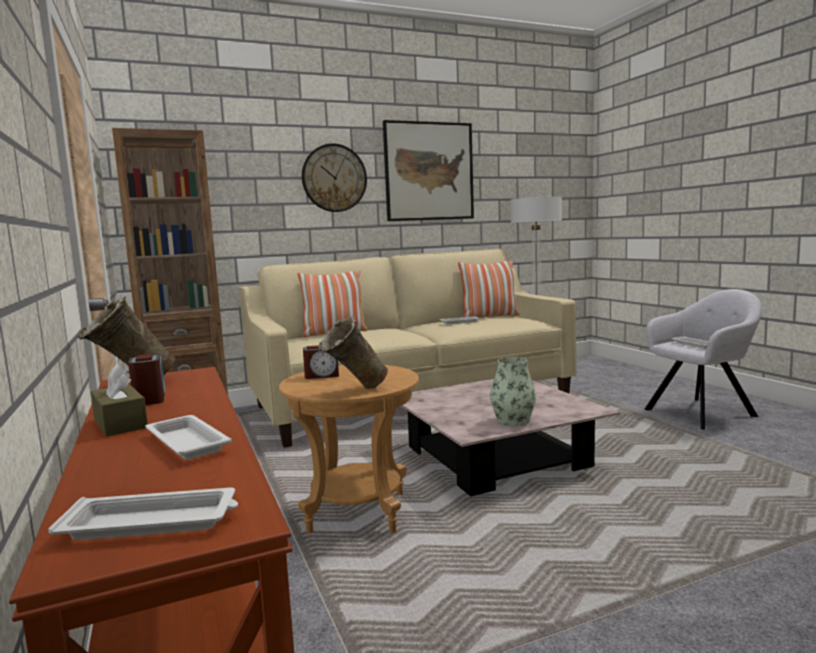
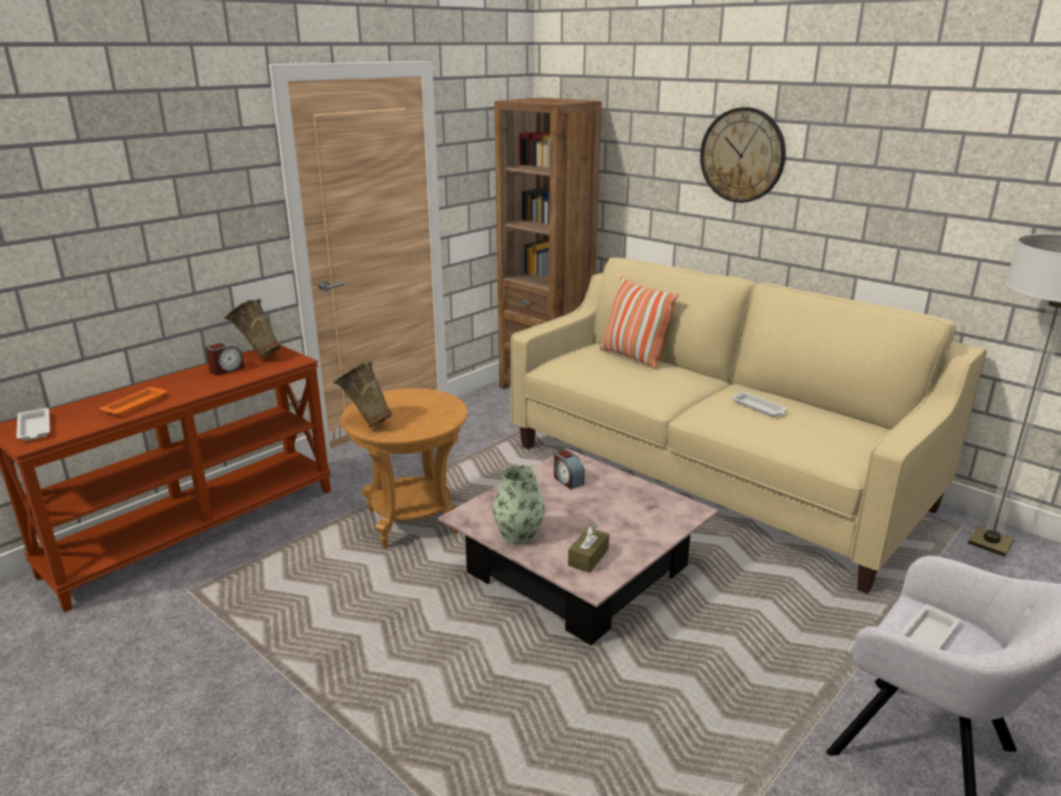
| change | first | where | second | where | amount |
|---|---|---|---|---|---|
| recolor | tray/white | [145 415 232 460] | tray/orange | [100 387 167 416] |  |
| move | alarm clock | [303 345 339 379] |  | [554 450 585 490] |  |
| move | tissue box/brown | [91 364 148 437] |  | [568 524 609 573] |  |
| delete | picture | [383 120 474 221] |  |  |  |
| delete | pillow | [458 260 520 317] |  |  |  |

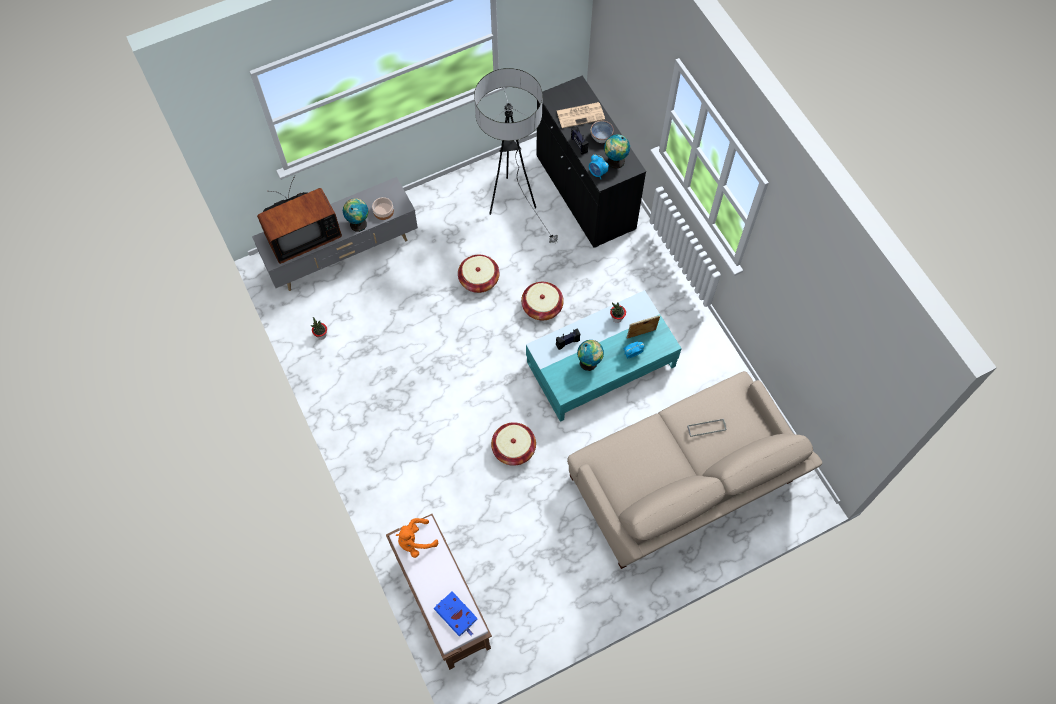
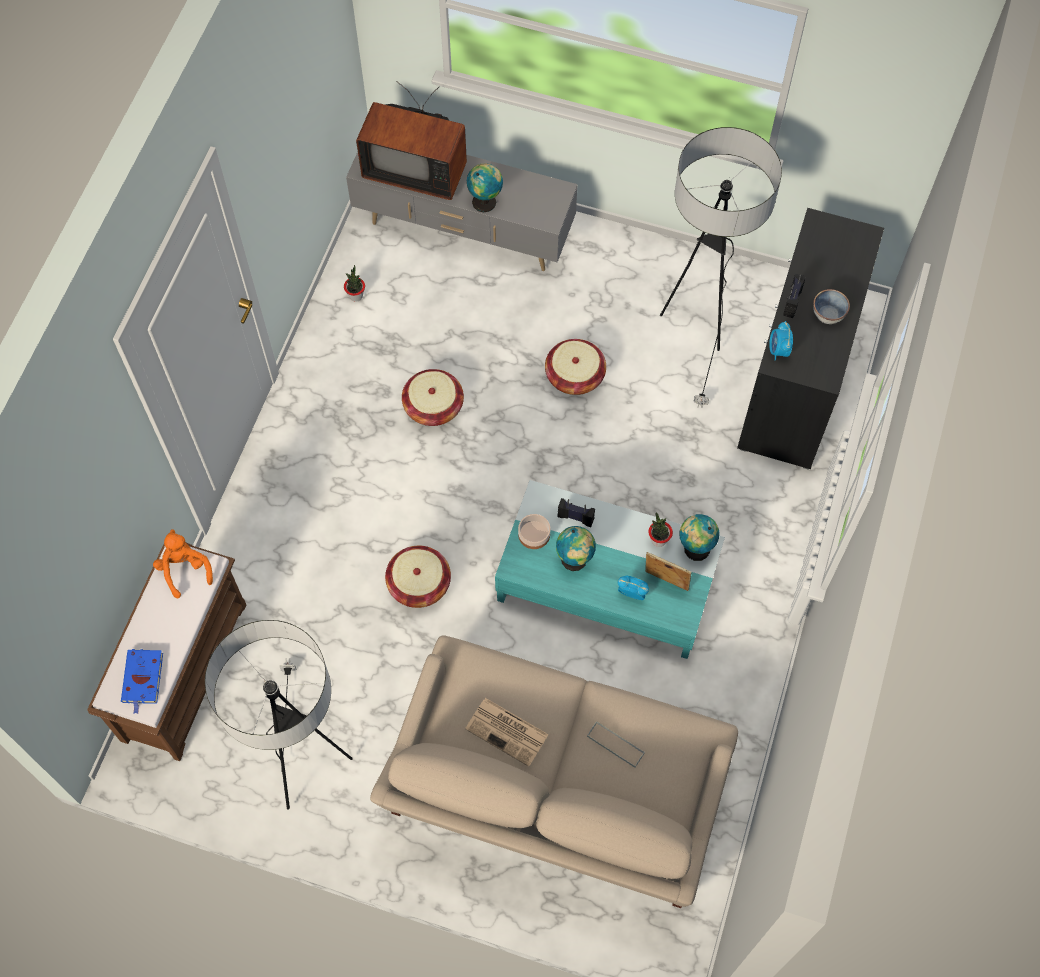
| change | first | where | second | where | amount |
|---|---|---|---|---|---|
| rotate | plush toy/orange | [396 518 439 558] |  | [153 529 213 598] | 45 degrees clockwise |
| insert |  |  | floor lamp | [205 620 353 810] |  |
| move | basket | [521 282 564 320] |  | [402 369 464 426] |  |
| move | newspaper | [557 102 605 128] |  | [465 698 549 767] |  |
| move | bowl | [372 197 394 220] |  | [518 514 550 549] |  |
| move | globe | [604 134 630 169] |  | [679 514 720 561] |  |

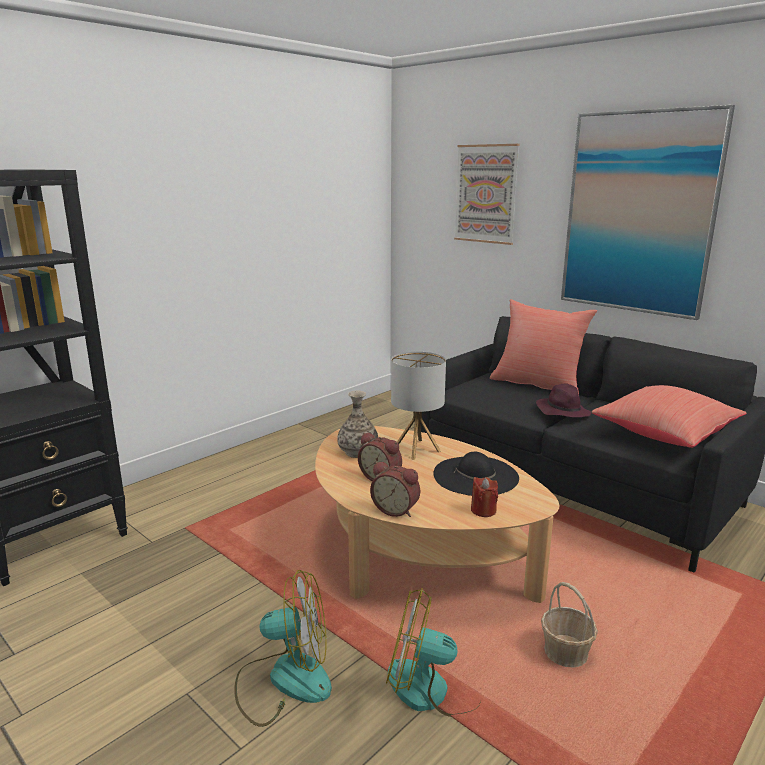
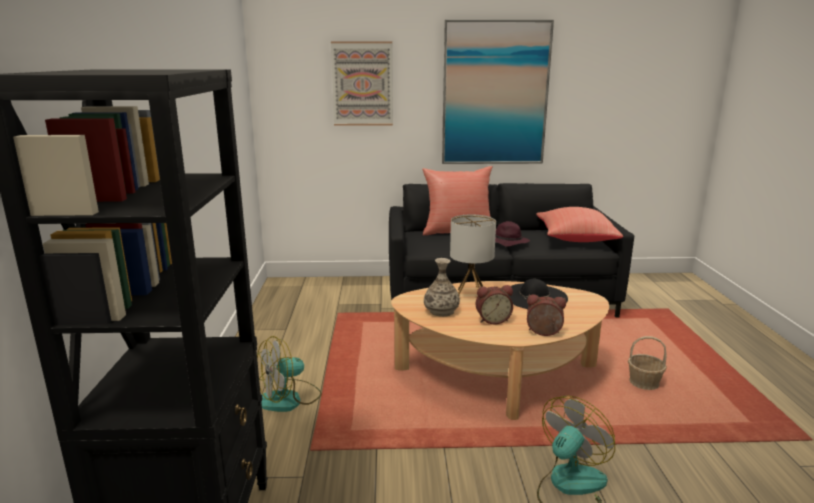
| change | first | where | second | where | amount |
|---|---|---|---|---|---|
| move | fan | [386 588 480 717] |  | [257 336 322 412] |  |
| rotate | alarm clock | [370 462 420 517] |  | [527 294 566 336] | 150 degrees counterclockwise |
| delete | candle/red | [471 477 498 517] |  |  |  |

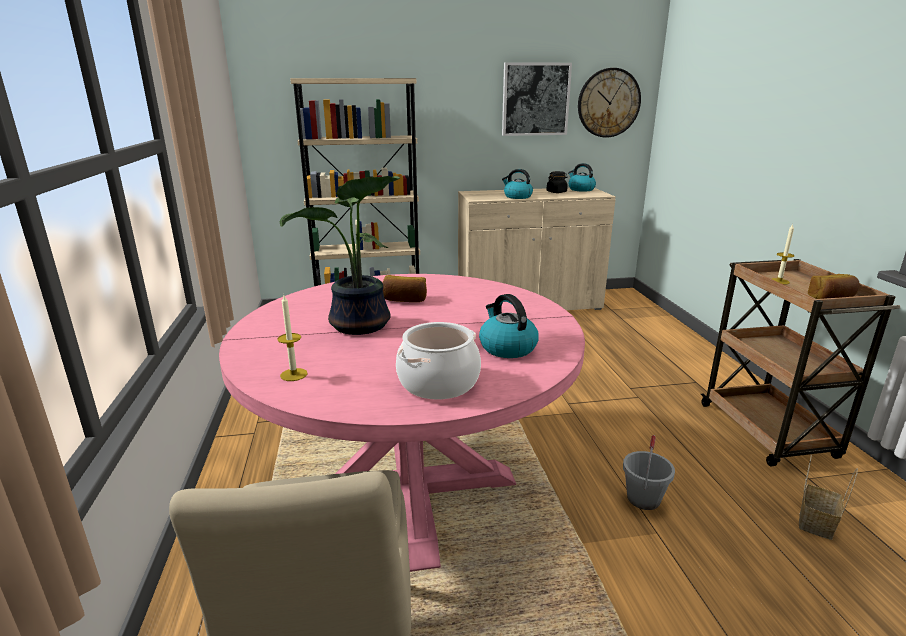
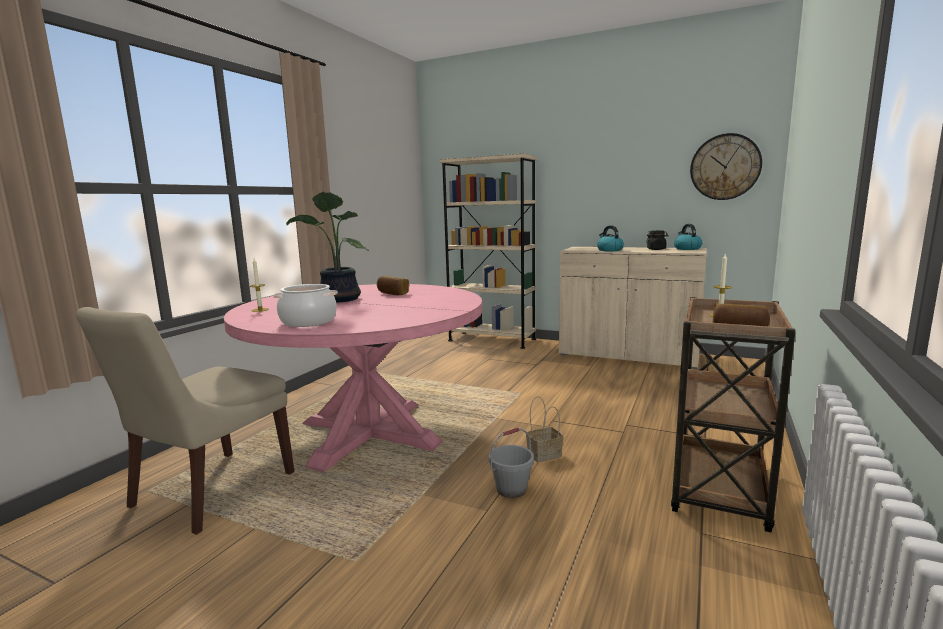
| change | first | where | second | where | amount |
|---|---|---|---|---|---|
| move | basket | [799 455 858 540] |  | [526 396 563 462] |  |
| delete | kettle | [479 294 539 358] |  |  |  |
| delete | picture | [502 62 572 136] |  |  |  |

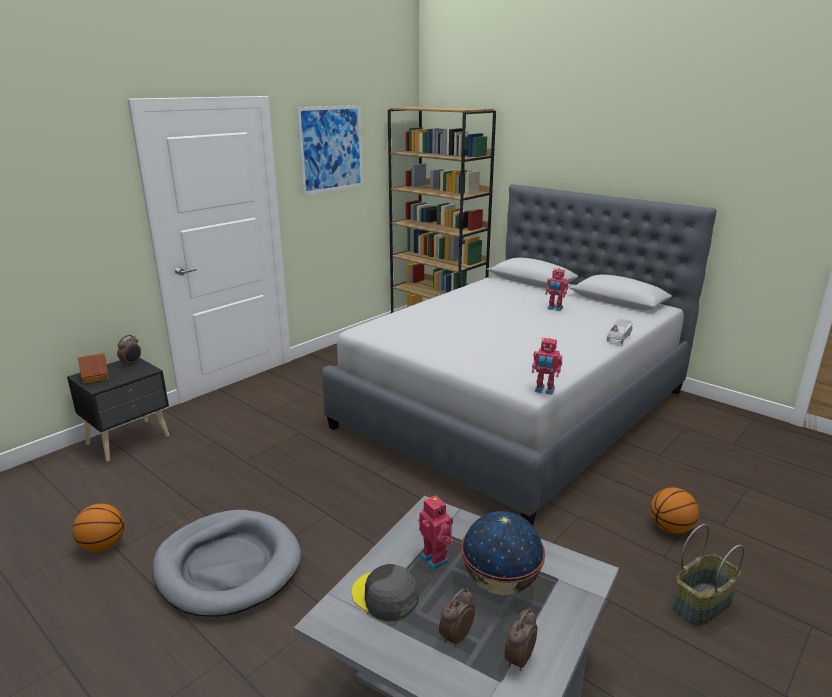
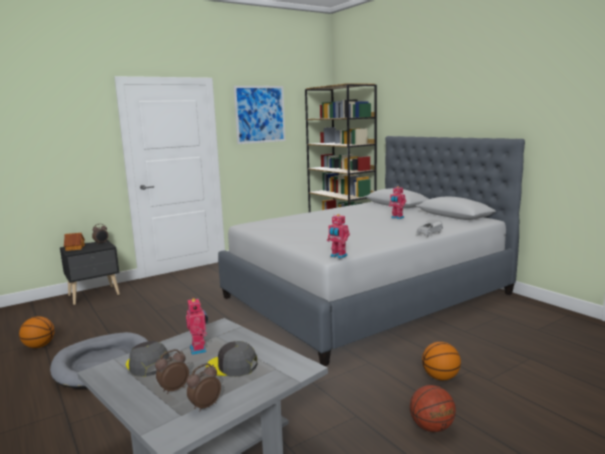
| change | first | where | second | where | amount |
|---|---|---|---|---|---|
| replace | globe | [461 511 545 595] | cap/grey | [206 341 257 377] |  |
| replace | basket | [672 524 744 627] | basketball | [410 385 456 432] |  |

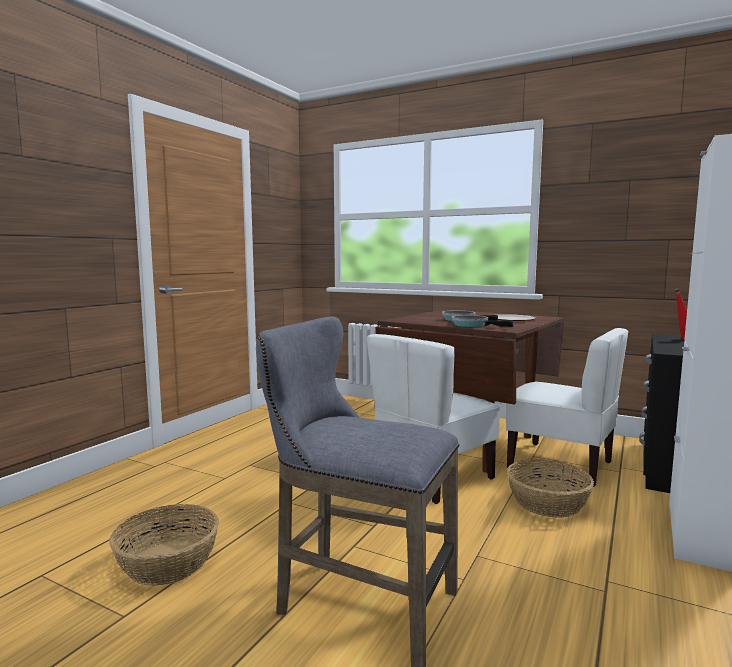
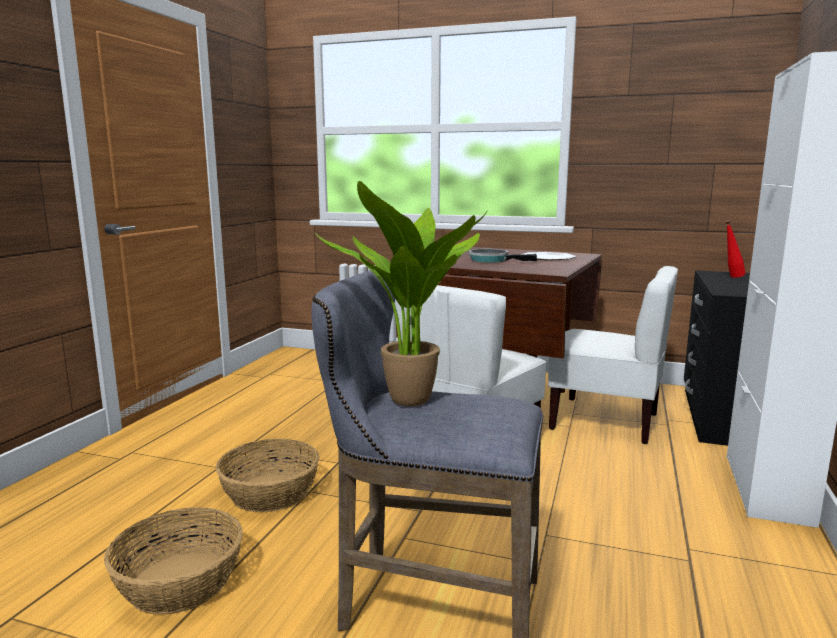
| change | first | where | second | where | amount |
|---|---|---|---|---|---|
| move | basket | [507 459 594 518] |  | [216 438 319 512] |  |
| insert |  |  | potted plant | [315 181 488 406] |  |
| delete | frying pan | [451 315 513 327] |  |  |  |

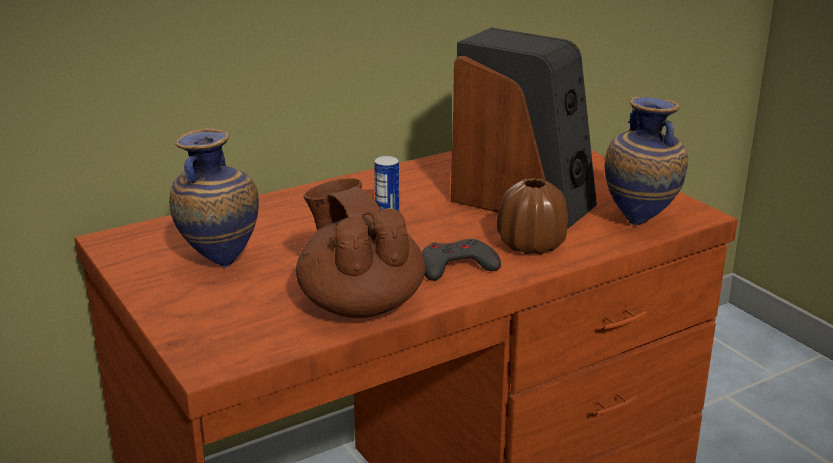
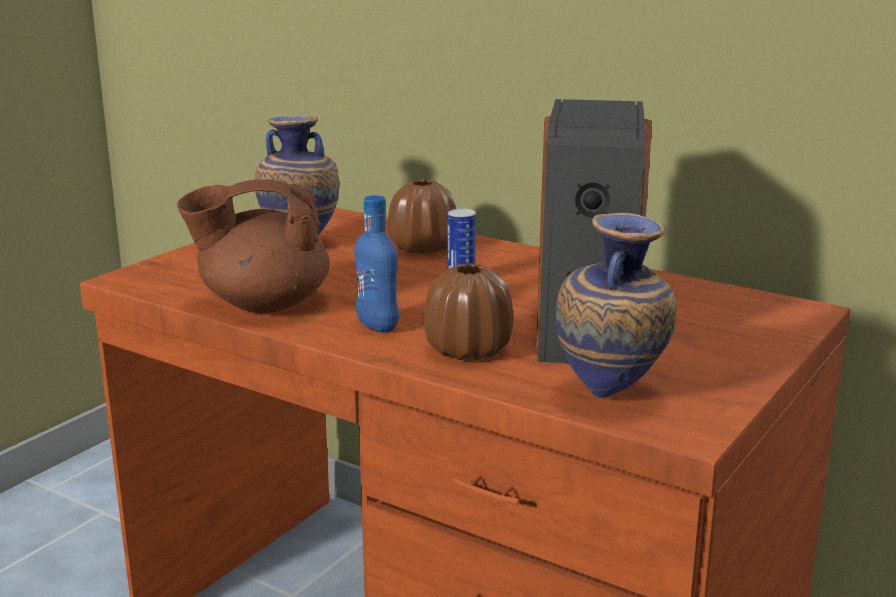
| change | first | where | second | where | amount |
|---|---|---|---|---|---|
| rotate | teapot/brown | [296 178 425 318] |  | [177 179 330 313] | 135 degrees counterclockwise |
| replace | game controller/grey | [422 239 501 281] | bottle/blue | [354 195 399 333] |  |
| insert |  |  | vase/brown | [387 179 456 254] |  |

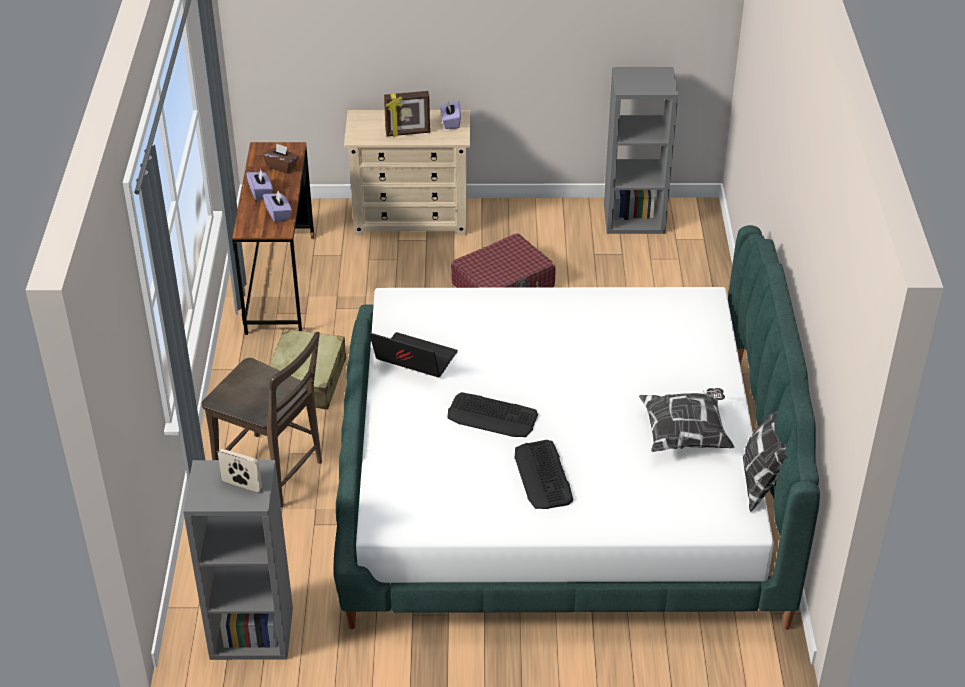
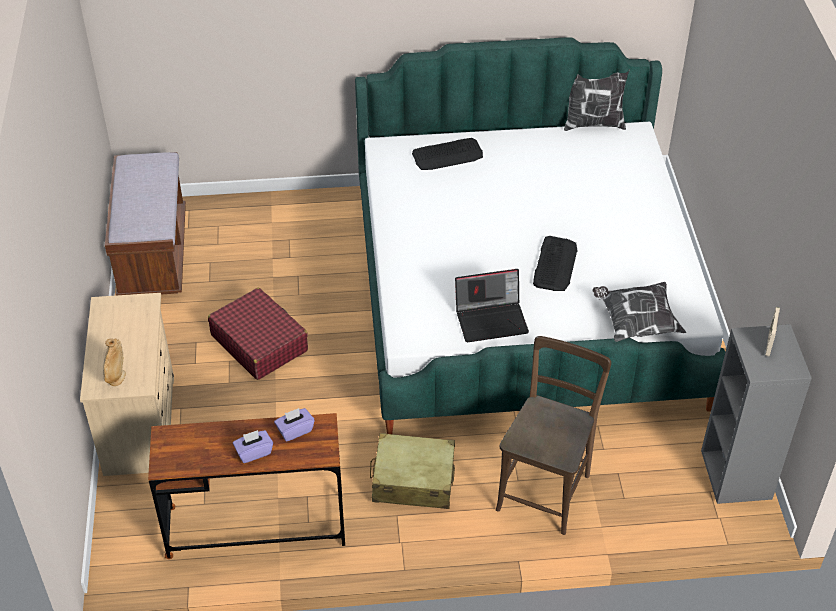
| change | first | where | second | where | amount |
|---|---|---|---|---|---|
| insert |  |  | vase/beige | [103 338 126 386] |  |
| replace | bookcase/grey | [604 67 678 234] | bench/brown | [105 152 186 295] |  |
| move | keyboard | [515 440 573 509] |  | [412 138 483 170] |  |
| rotate | laptop | [369 332 458 377] |  | [455 269 529 342] | 120 degrees counterclockwise |
| move | pillow | [639 388 734 452] |  | [592 282 686 342] |  |
| delete | tissue box/brown | [263 143 298 173] |  |  |  |
| delete | picture frame | [384 91 430 137] |  |  |  |
| delete | tissue box/purple | [441 101 461 129] |  |  |  |

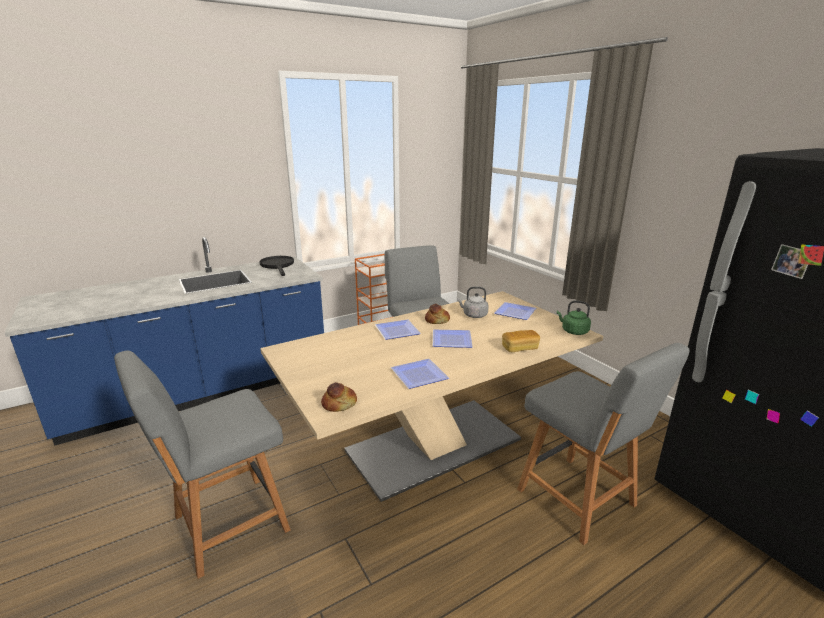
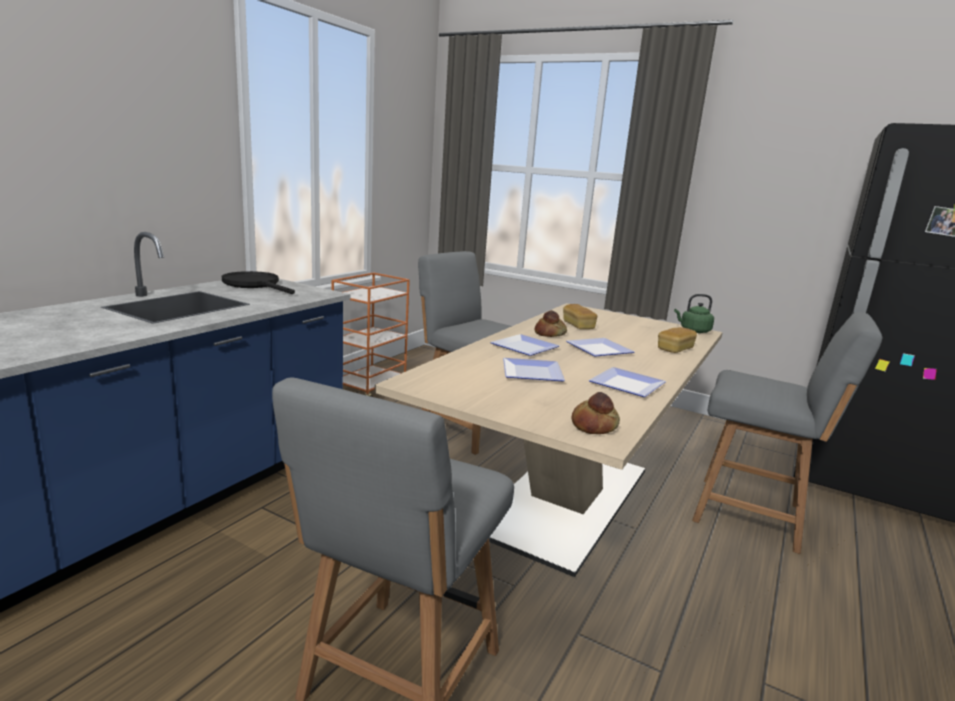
| change | first | where | second | where | amount |
|---|---|---|---|---|---|
| move | plate | [494 302 536 320] |  | [503 358 565 381] |  |
| replace | kettle/grey | [457 287 489 318] | bread | [563 304 597 329] |  |

